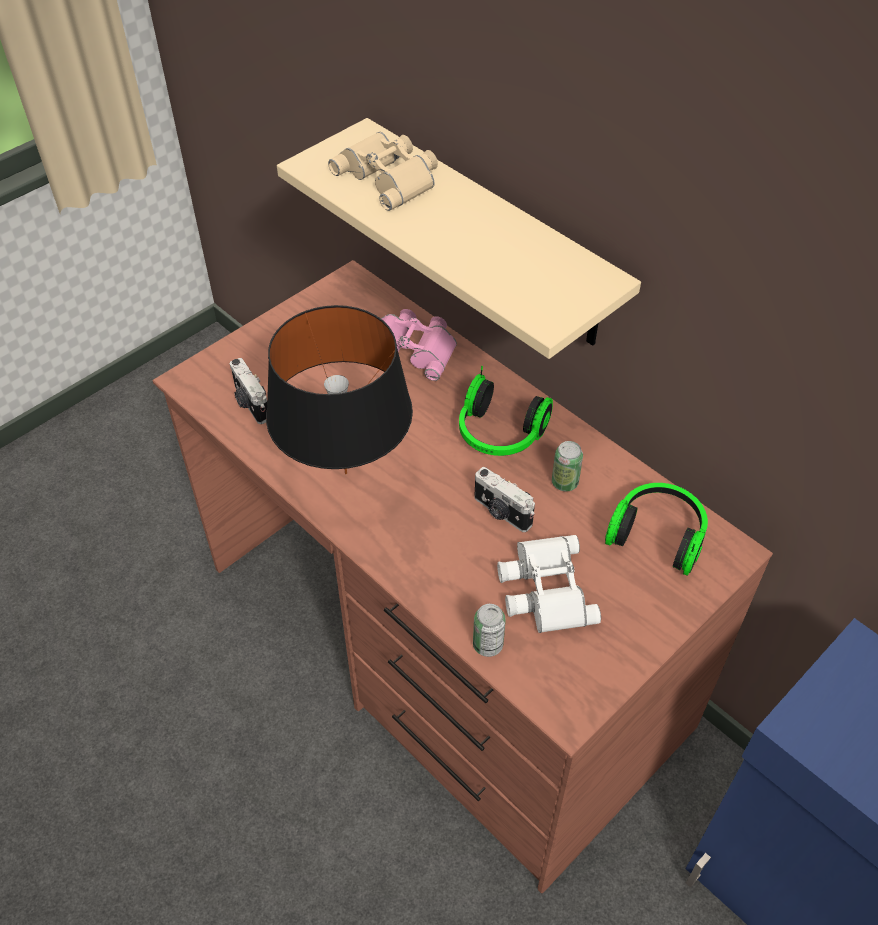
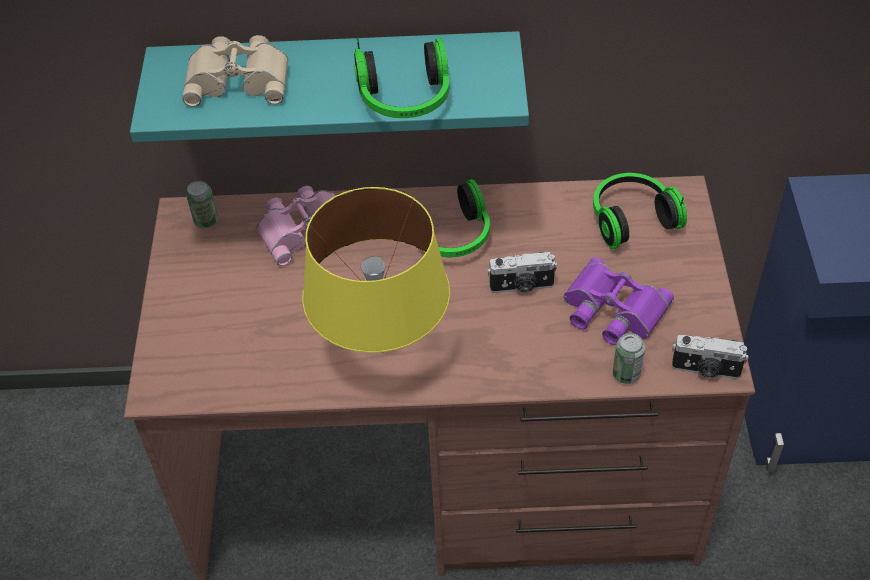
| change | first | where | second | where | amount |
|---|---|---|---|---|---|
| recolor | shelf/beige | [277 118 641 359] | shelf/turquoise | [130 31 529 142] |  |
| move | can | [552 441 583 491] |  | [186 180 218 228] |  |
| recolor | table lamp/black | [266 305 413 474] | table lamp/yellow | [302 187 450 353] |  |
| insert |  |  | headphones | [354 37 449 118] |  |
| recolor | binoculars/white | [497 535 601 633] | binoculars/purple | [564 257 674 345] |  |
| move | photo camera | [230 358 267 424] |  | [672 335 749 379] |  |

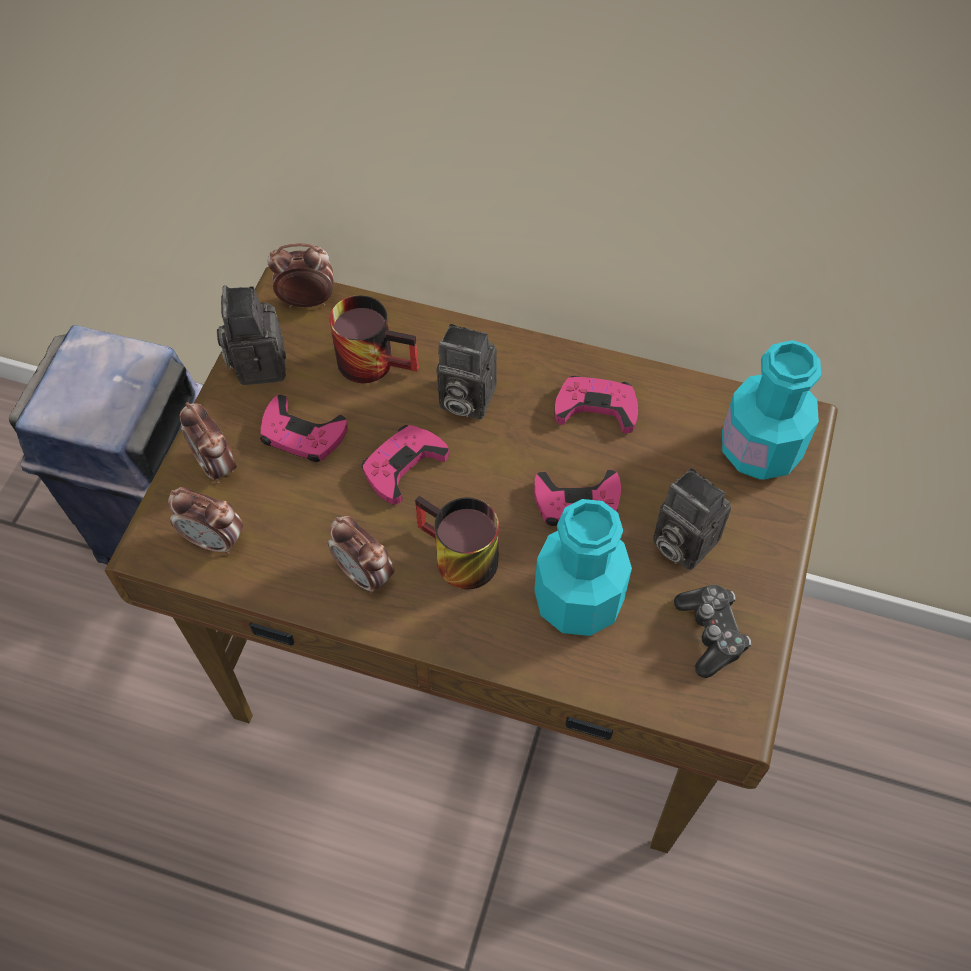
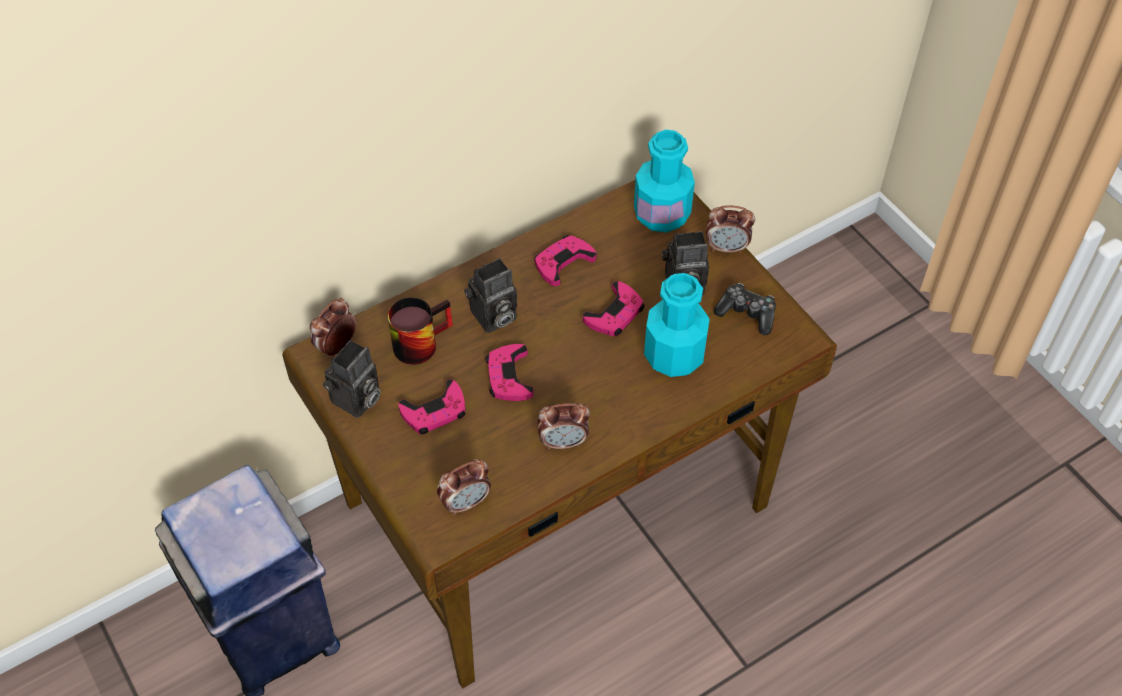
| change | first | where | second | where | amount |
|---|---|---|---|---|---|
| rotate | photo camera | [217 285 286 385] |  | [323 340 381 418] | 90 degrees counterclockwise |
| move | alarm clock | [180 402 237 484] |  | [706 205 755 254] |  |
| delete | mug | [415 496 499 589] |  |  |  |

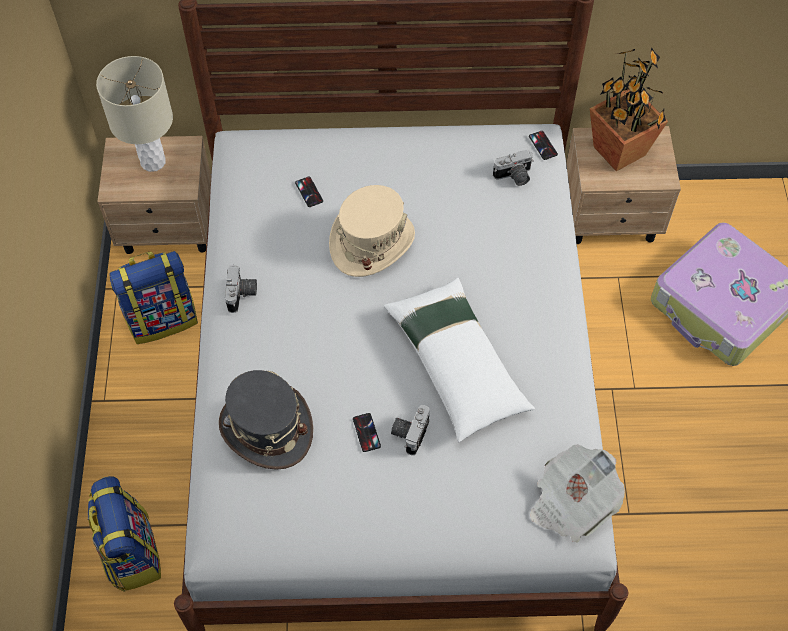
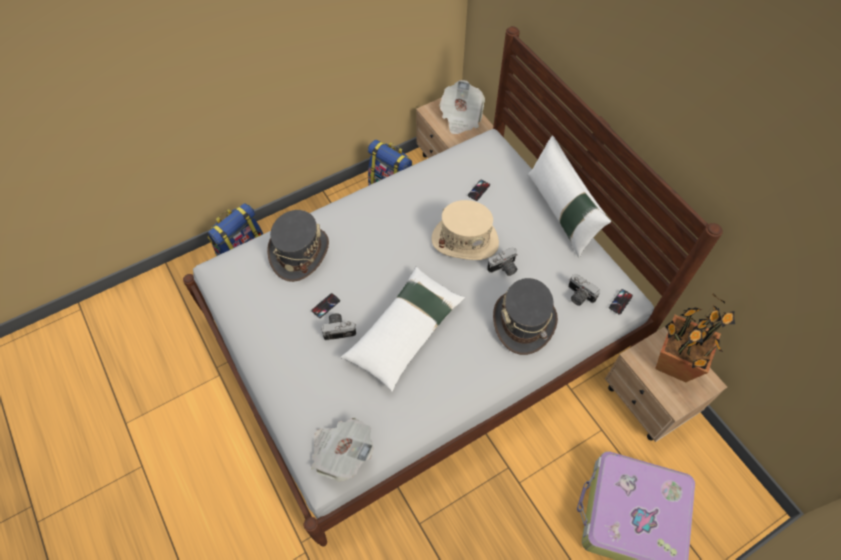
| change | first | where | second | where | amount |
|---|---|---|---|---|---|
| replace | table lamp/beige | [96 56 173 172] | newspaper | [439 80 485 134] |  |
| move | photo camera | [225 265 257 313] |  | [487 247 518 276] |  |
| insert |  |  | hat/grey | [493 278 558 355] |  |
| insert |  |  | pillow/white | [528 135 611 258] |  |

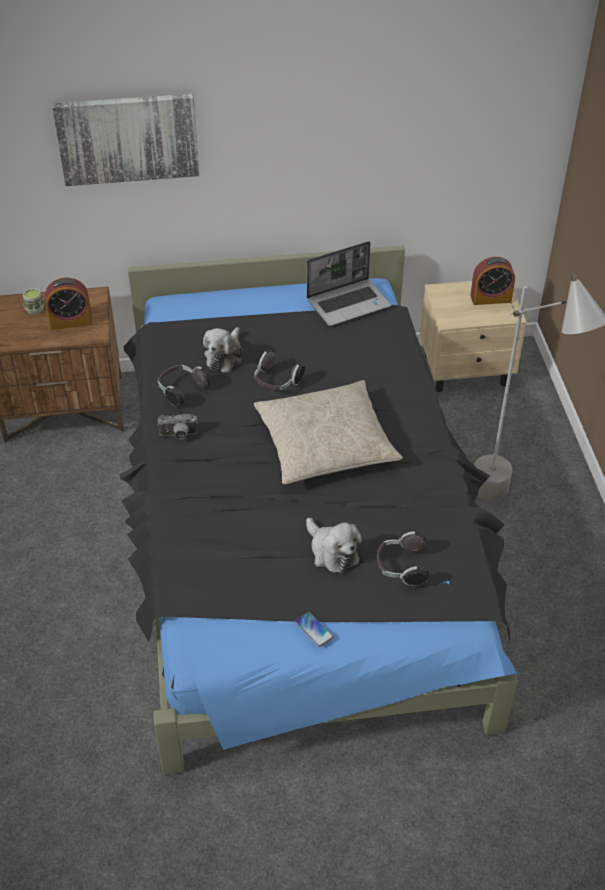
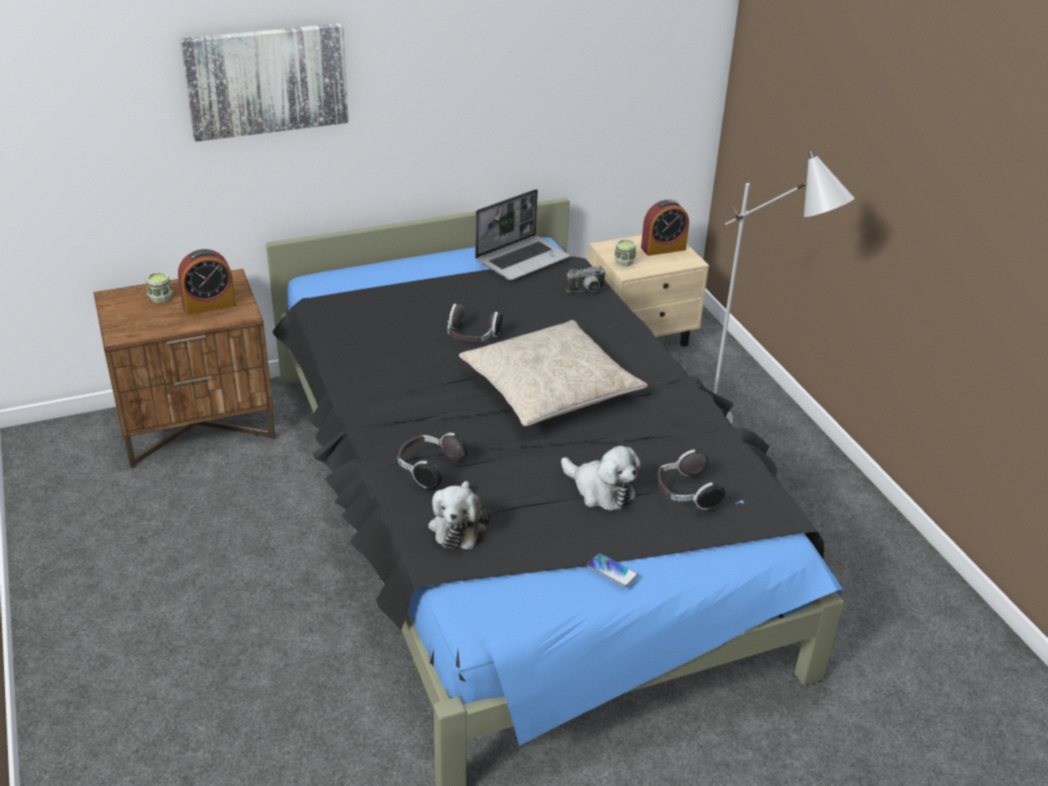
| change | first | where | second | where | amount |
|---|---|---|---|---|---|
| move | headphones | [157 365 210 407] |  | [397 433 467 488] |  |
| move | plush toy | [203 327 243 373] |  | [429 481 490 549] |  |
| move | photo camera | [157 414 198 439] |  | [566 266 605 293] |  |
| insert |  |  | cup | [614 239 636 267] |  |

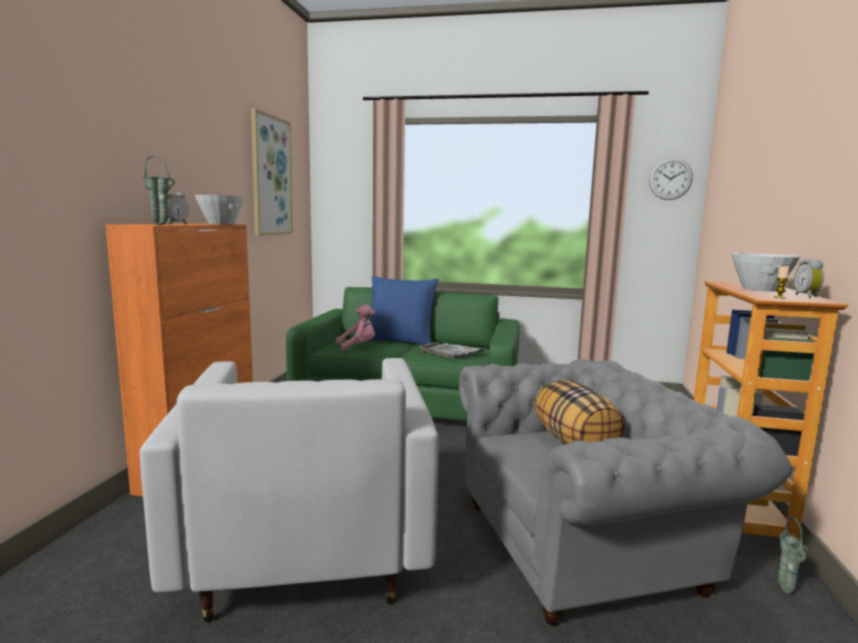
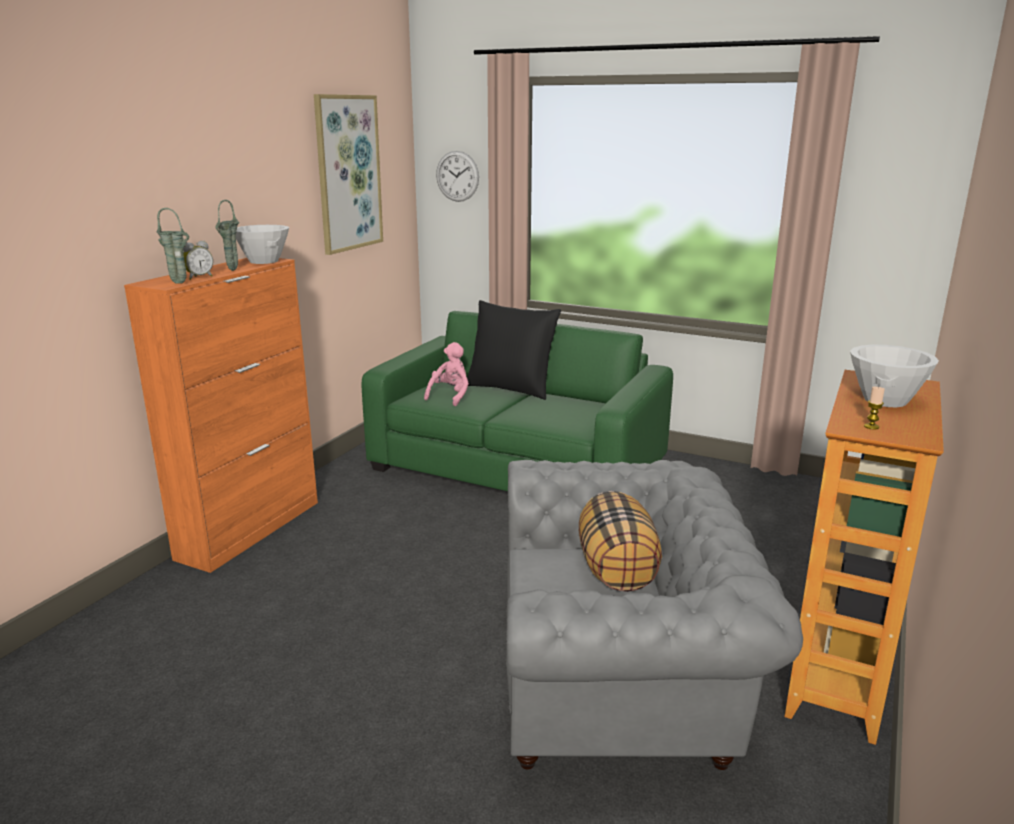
| change | first | where | second | where | amount |
|---|---|---|---|---|---|
| move | vase/green | [778 516 808 594] |  | [215 200 239 271] |  |
| rotate | plush toy/pink | [335 305 375 351] |  | [424 342 469 406] | 60 degrees counterclockwise |
| move | wall clock | [649 158 693 200] |  | [436 151 479 202] |  |
| recolor | pillow/blue | [368 276 438 345] | pillow/black | [467 300 561 400] |  |
| delete | armchair/white | [140 358 439 622] |  |  |  |
| delete | tray/grey | [420 342 488 359] |  |  |  |
| delete | alarm clock | [794 258 824 298] |  |  |  |

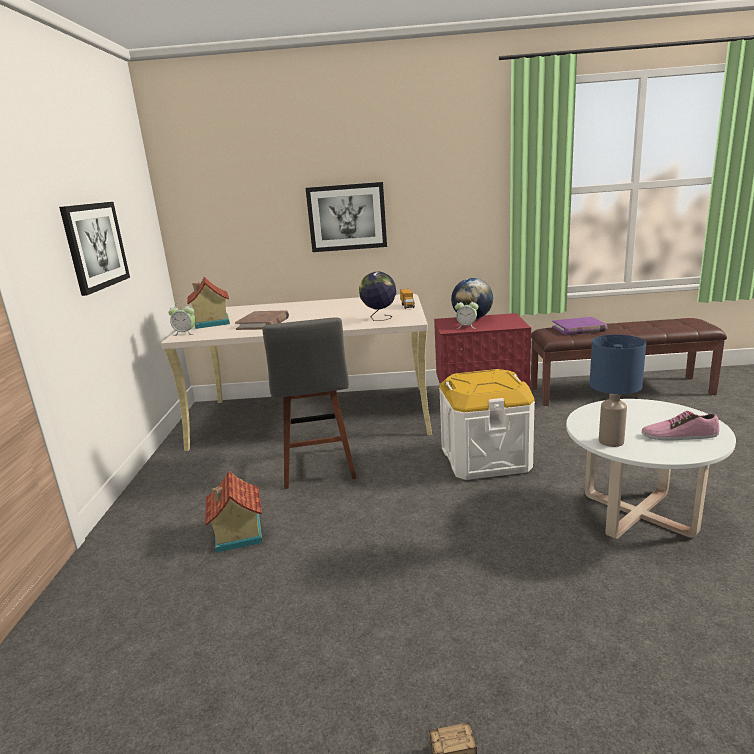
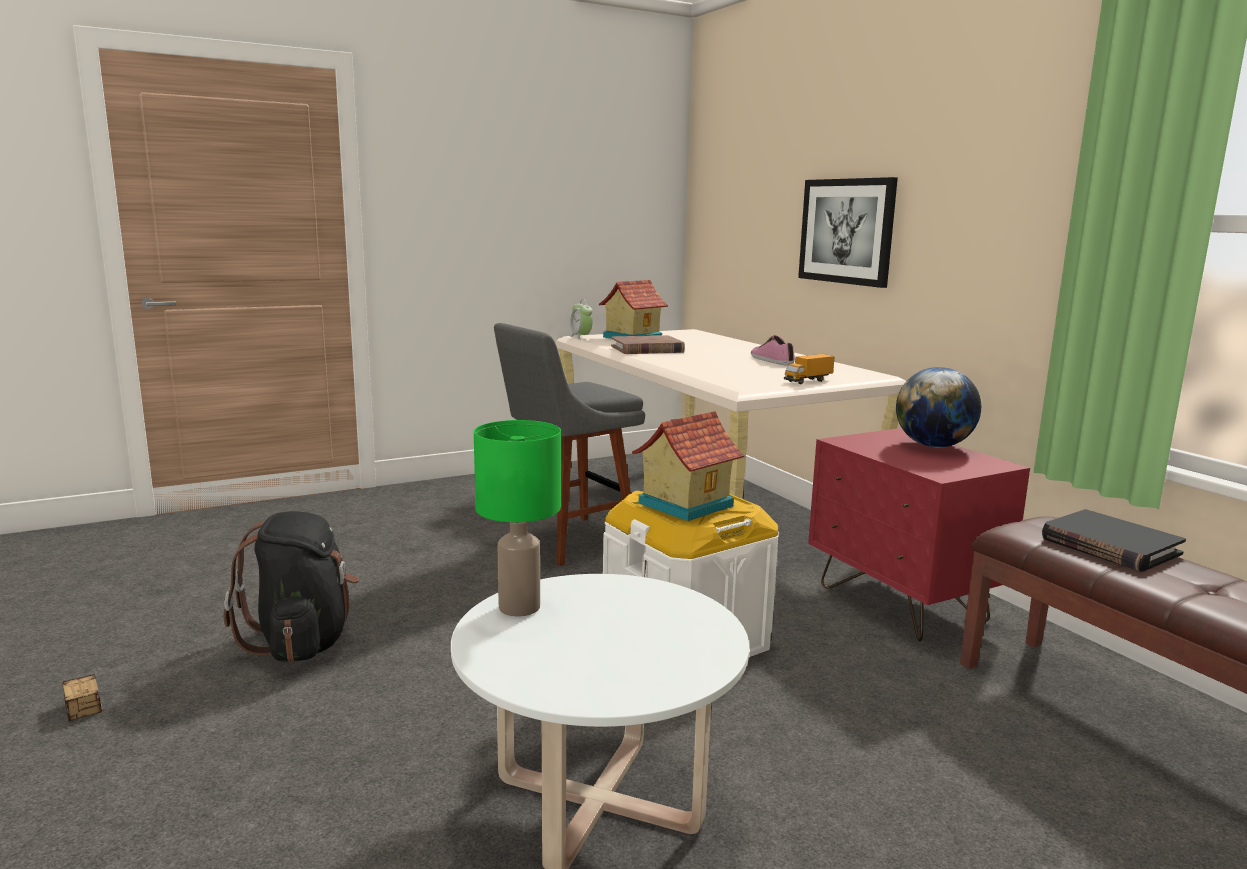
| change | first | where | second | where | amount |
|---|---|---|---|---|---|
| insert |  |  | backpack/black | [224 511 359 662] |  |
| recolor | table lamp/blue | [590 334 646 447] | table lamp/green | [474 420 561 616] |  |
| move | toy house | [205 471 263 553] |  | [632 411 745 521] |  |
| move | shoe | [642 411 719 441] |  | [751 335 795 366] |  |
| recolor | book/purple | [552 317 607 335] | book/black | [1042 509 1186 572] |  |
| delete | picture | [59 202 130 296] |  |  |  |
| delete | globe | [359 271 396 321] |  |  |  |
| delete | alarm clock | [455 298 478 329] |  |  |  |

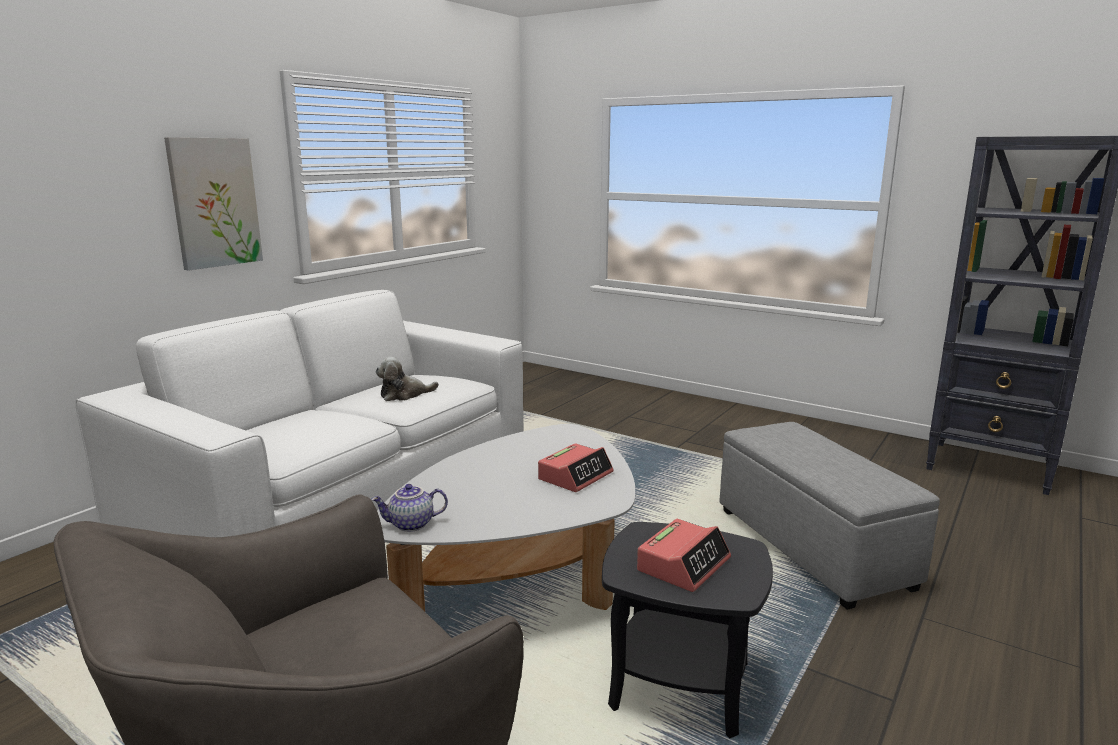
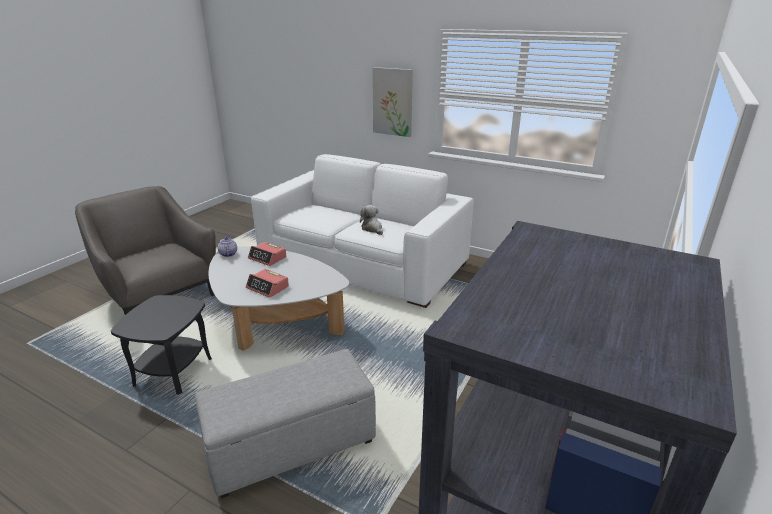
| change | first | where | second | where | amount |
|---|---|---|---|---|---|
| move | alarm clock | [637 519 731 592] |  | [248 242 286 266] |  |

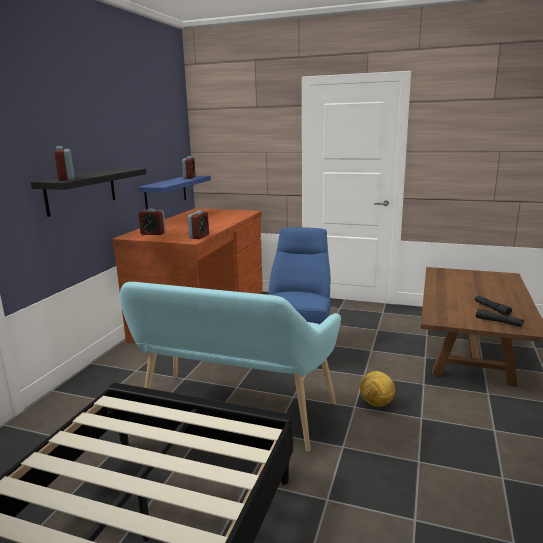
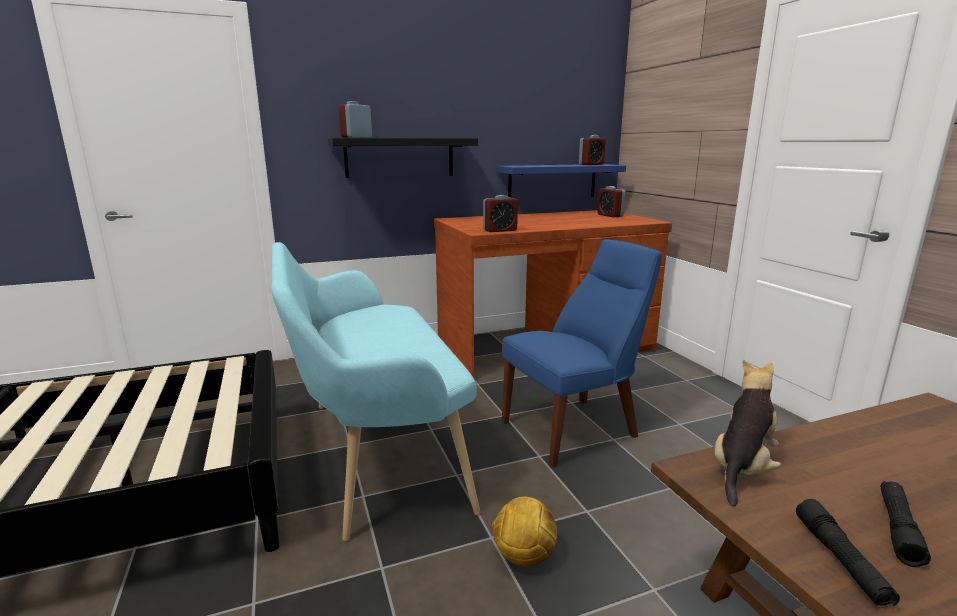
| change | first | where | second | where | amount |
|---|---|---|---|---|---|
| move | alarm clock | [138 209 166 235] |  | [597 186 626 218] |  |
| insert |  |  | plush toy | [714 360 782 507] |  |

